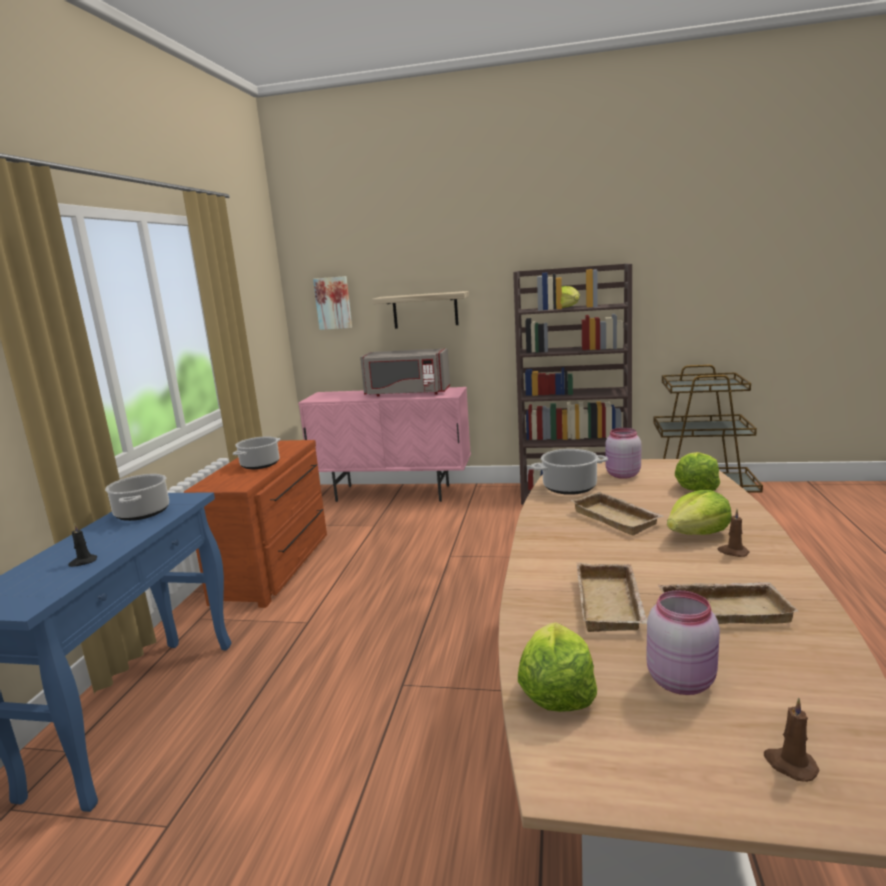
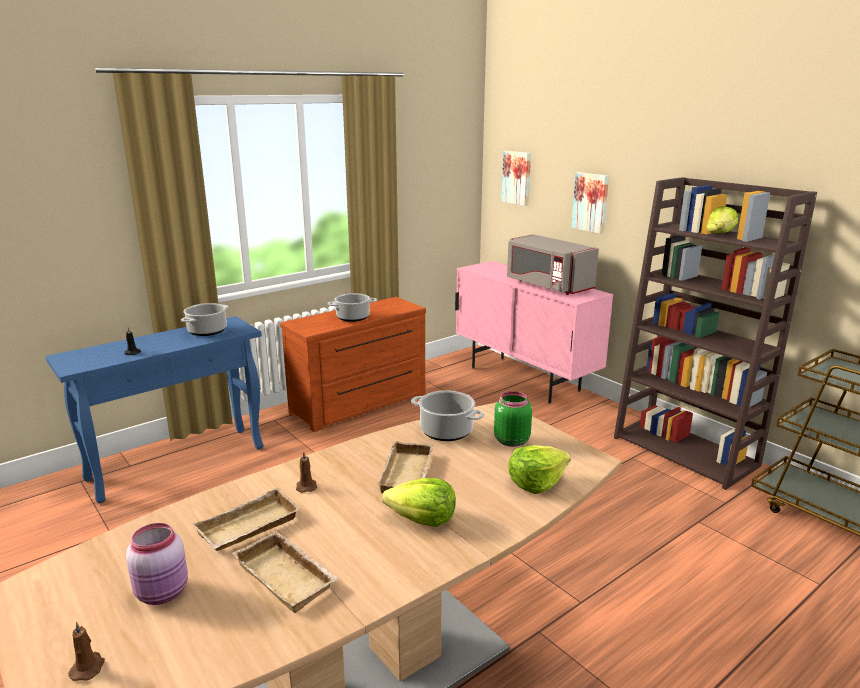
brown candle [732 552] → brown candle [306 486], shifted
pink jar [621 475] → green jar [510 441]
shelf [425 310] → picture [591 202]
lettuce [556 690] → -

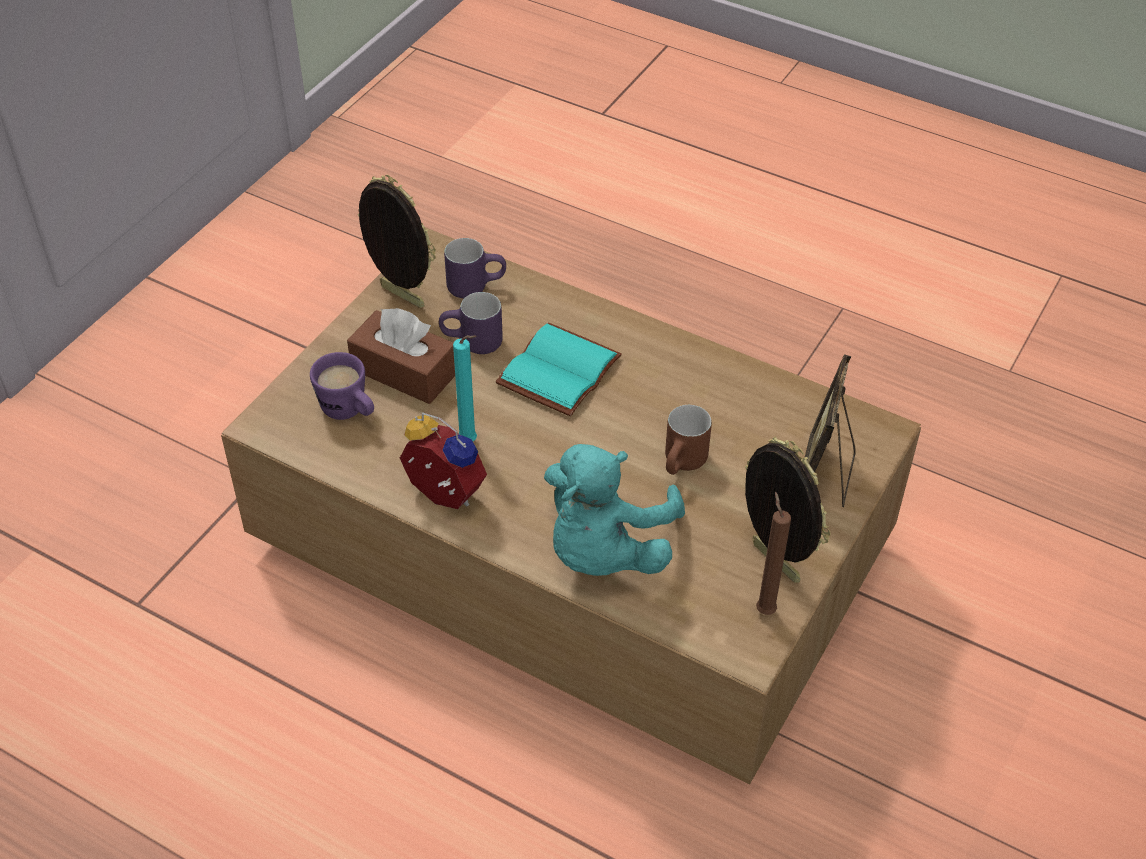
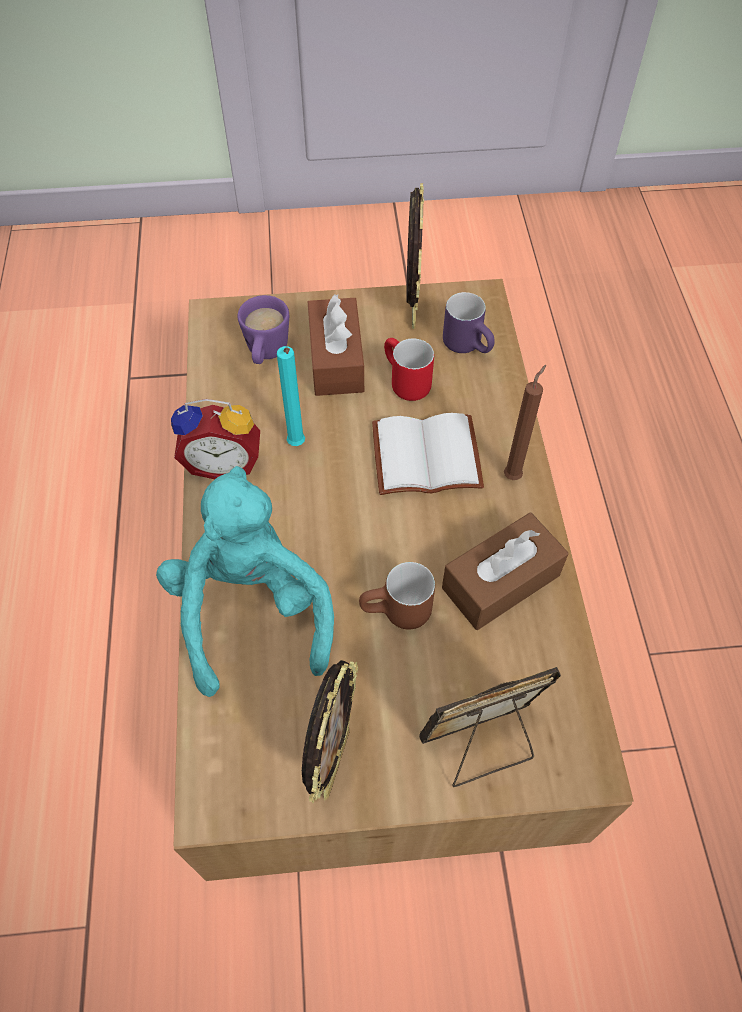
turquoise plush toy [604 549] → turquoise plush toy [251 610], 90 degrees clockwise
alarm clock [441 497] → alarm clock [224 462], 90 degrees clockwise
turquoise book [557 369] → white book [427 454]
purple mug [472 345] → red mug [403 383]
- → brown tissue box [500 581]
brown candle [764 608] → brown candle [514 474], shifted

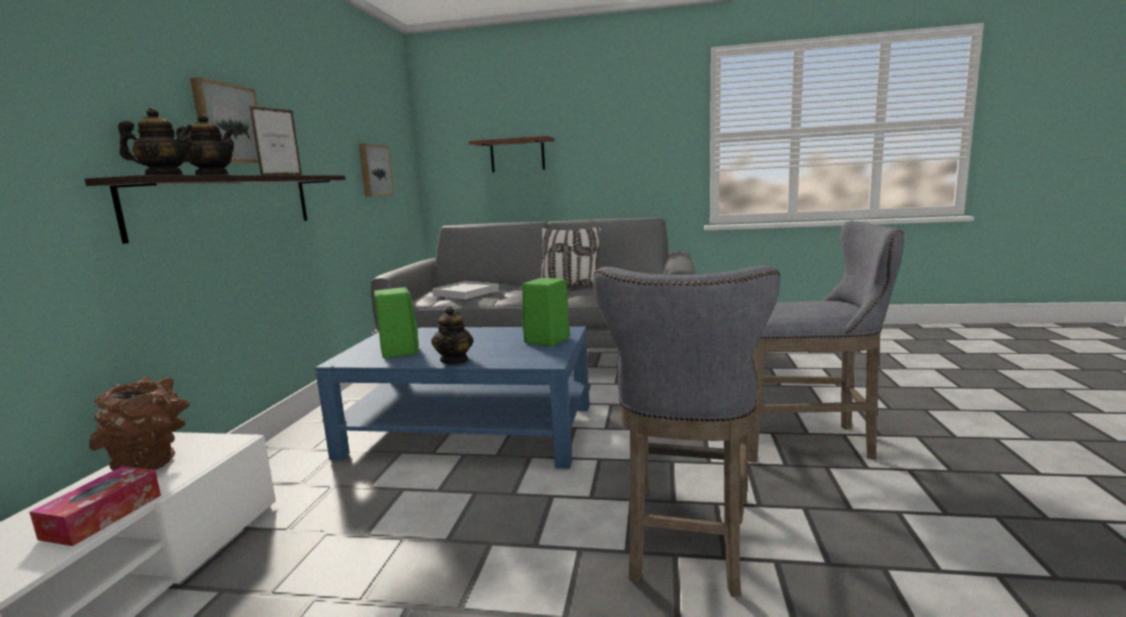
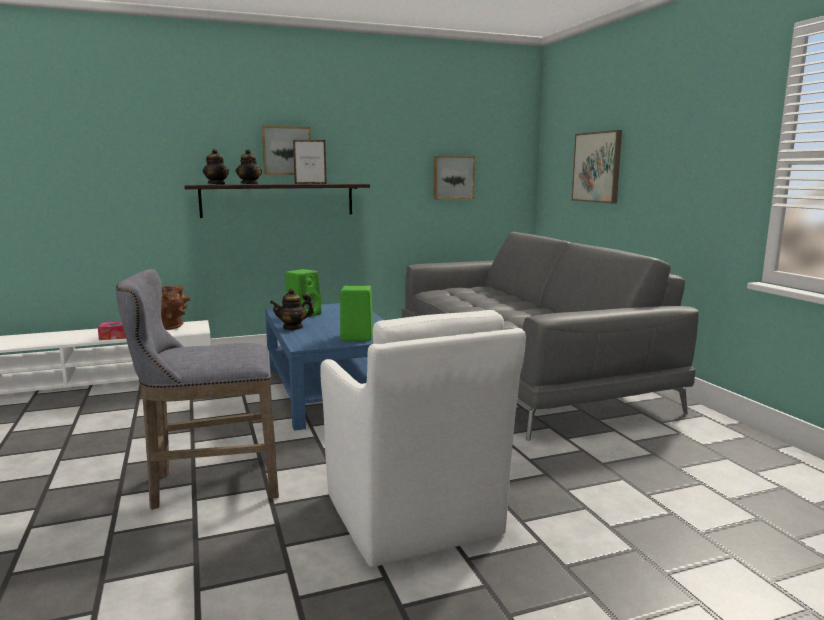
grey stool [808 442] → white armchair [413 517]
brown shelf [517 155] → picture [597 167]
white tray [466 293] → -
pillow [570 287] → -

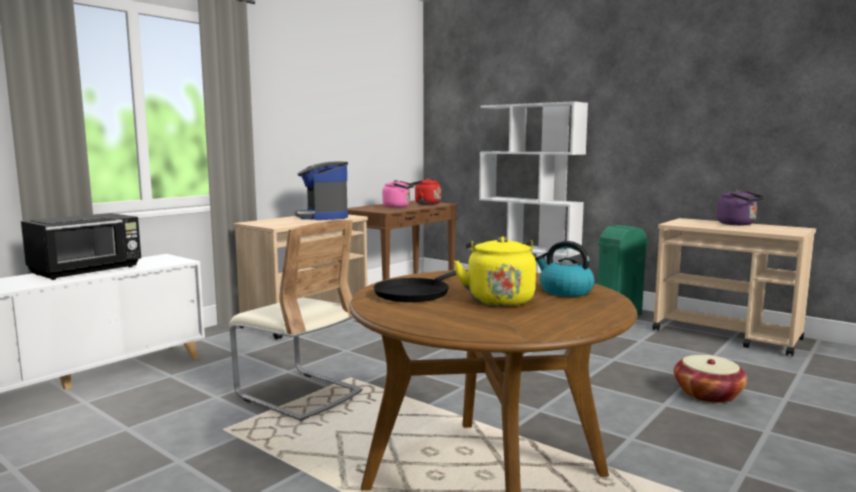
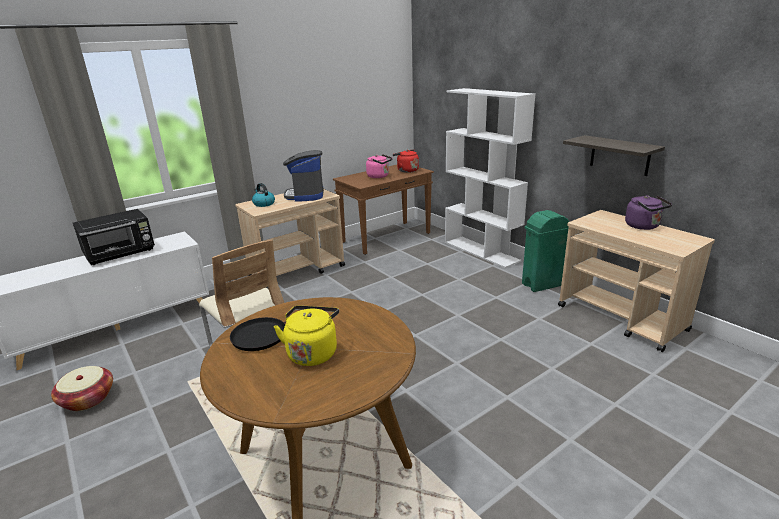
basket [708 394] → basket [88 399], shifted
kettle [564 291] → kettle [263 204], shifted
- → shelf [620 155]

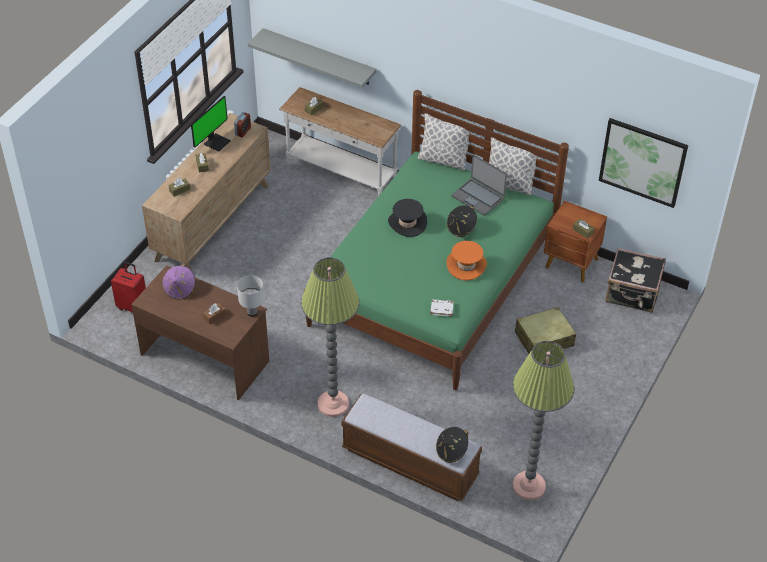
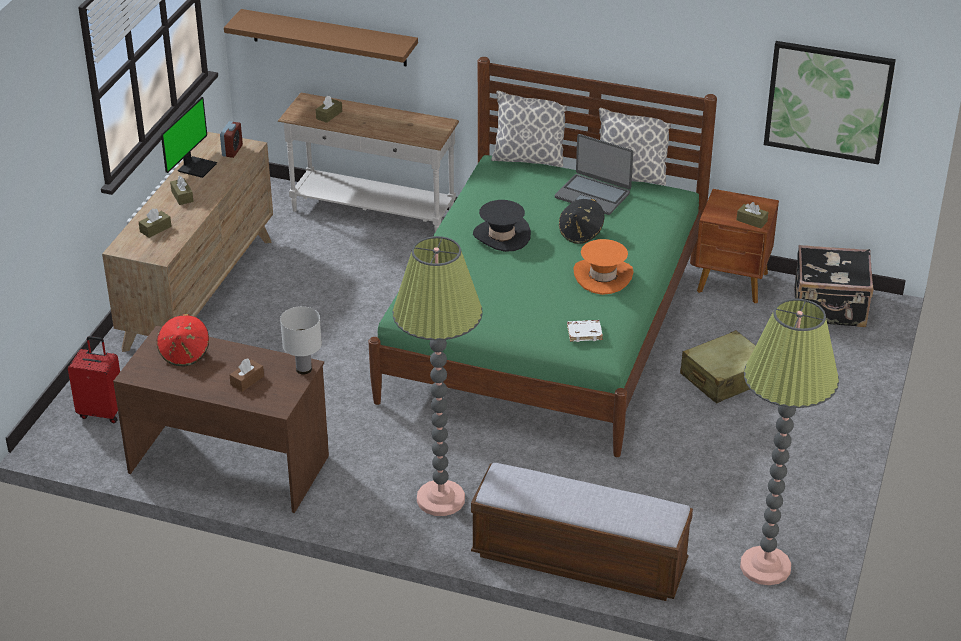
purple hat [180 289] → red hat [185 353]
grey shelf [319 57] → brown shelf [329 38]
black hat [451 451] → -

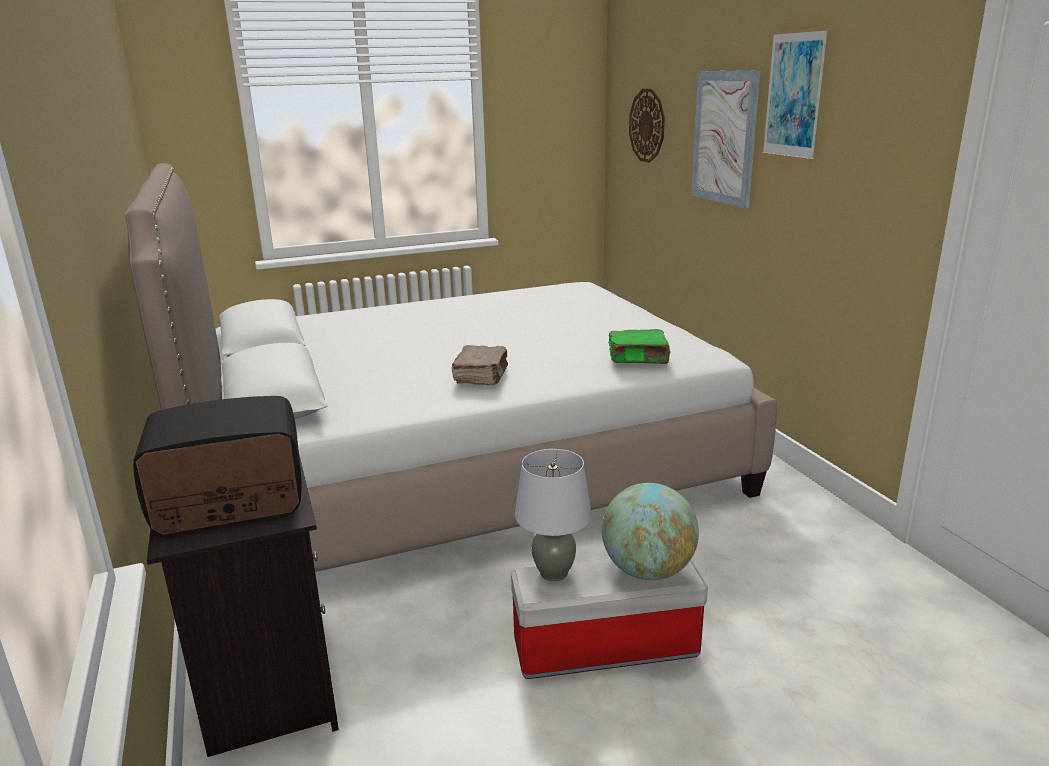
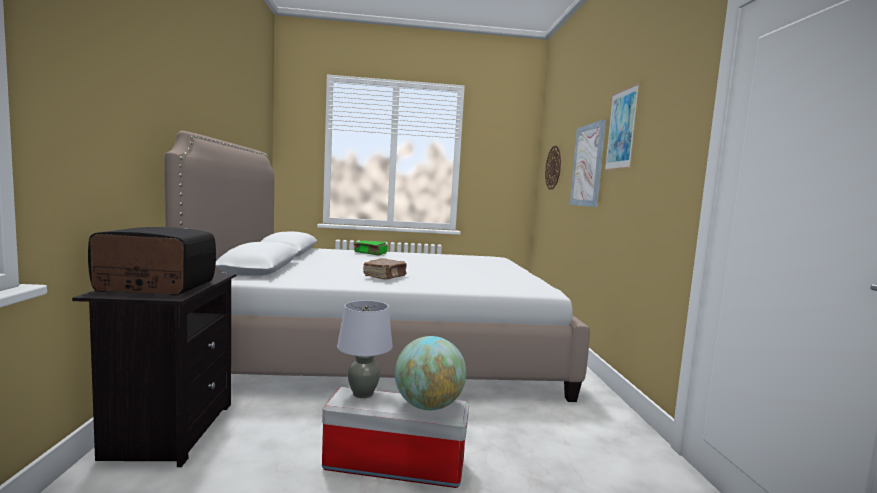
green book [639 358] → green book [371 253], shifted

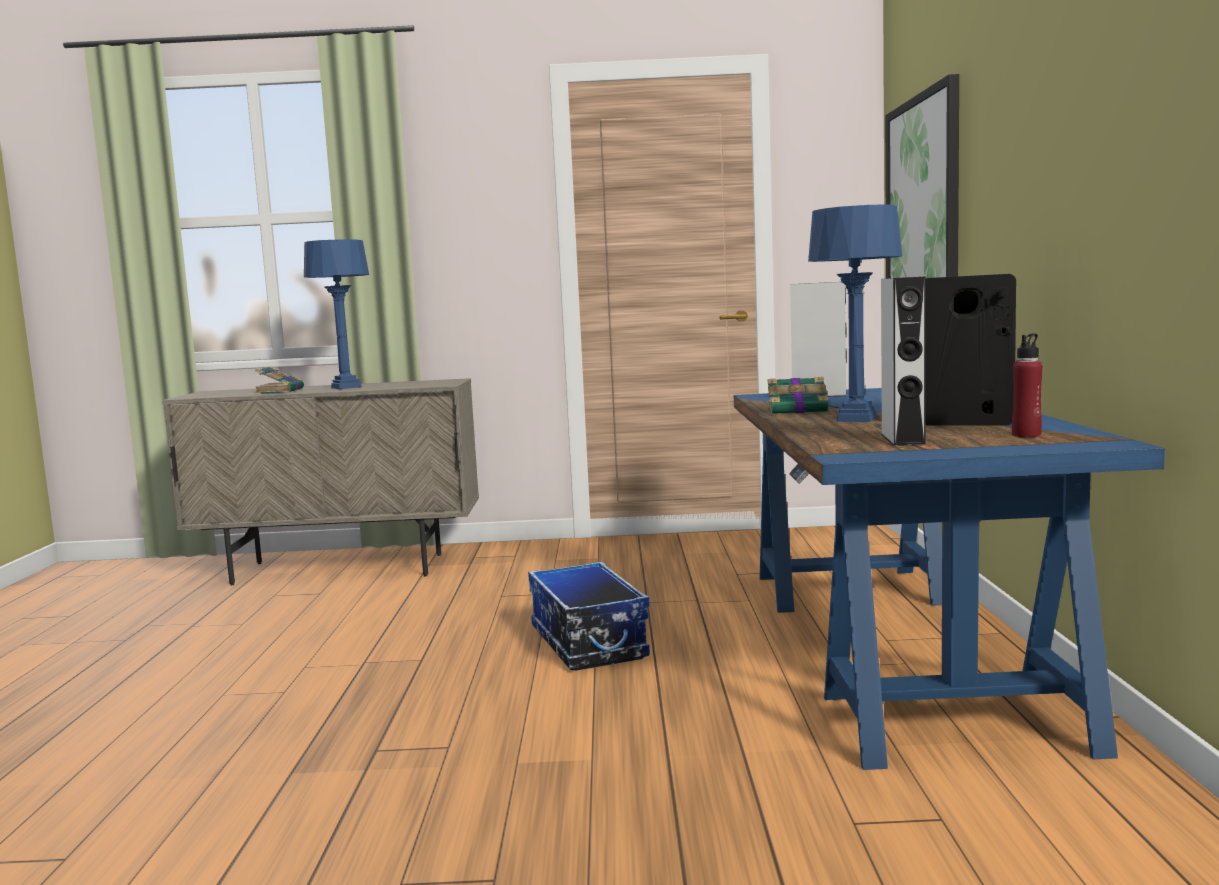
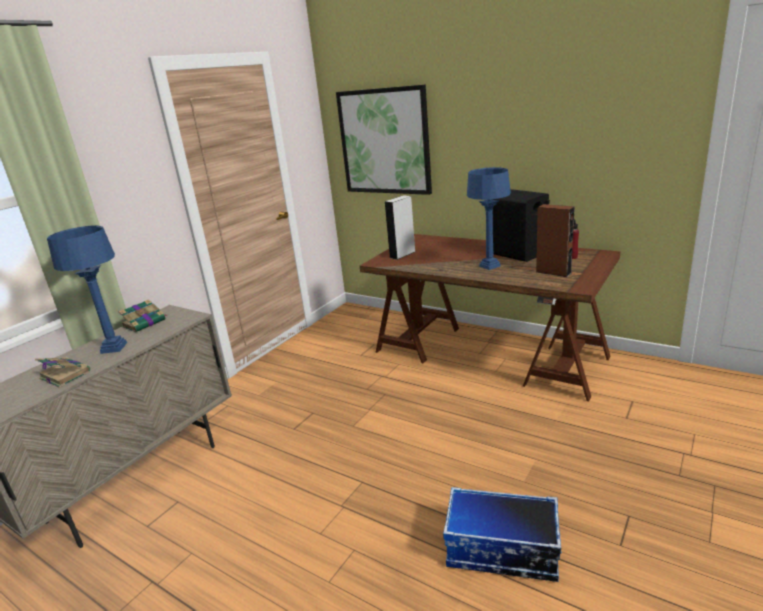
book [799 410] → book [145 323], shifted
blue desk [896 646] → brown desk [488 353]
storage box [586 642] → storage box [501 551], shifted
grey speaker [902 439] → brown speaker [553 272]

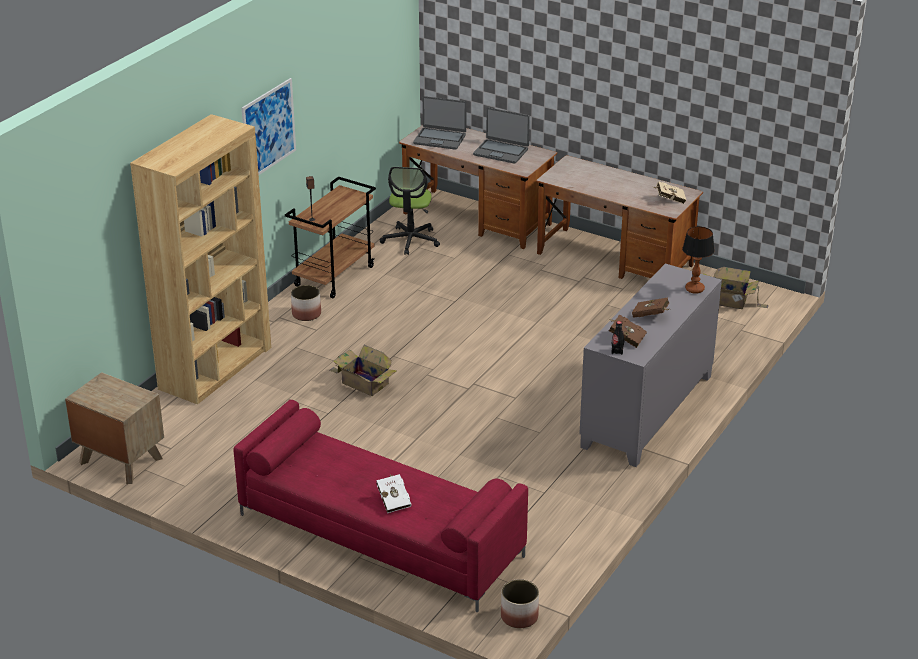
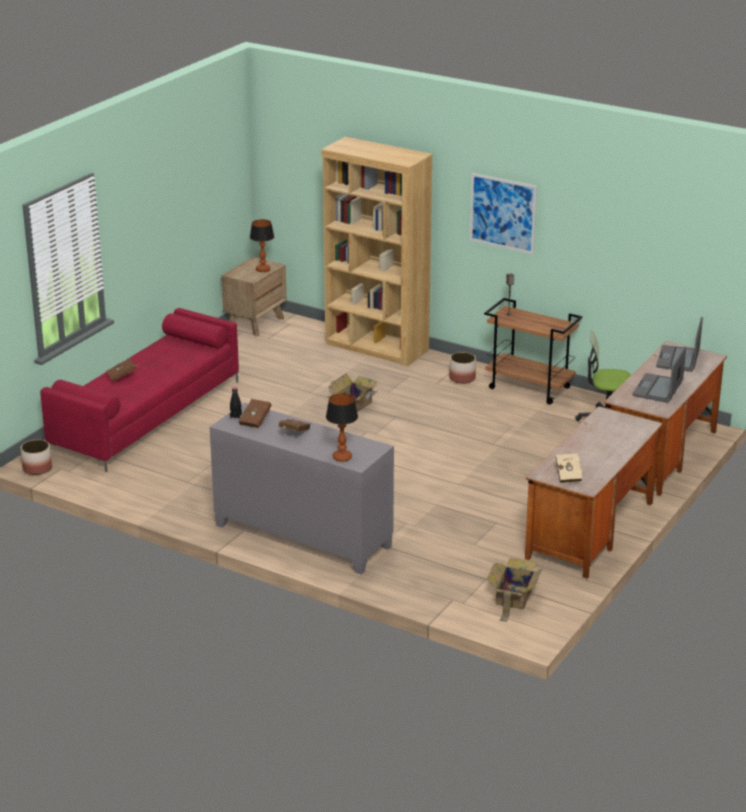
white book [393 500] → brown book [123 377]
- → table lamp [263 269]

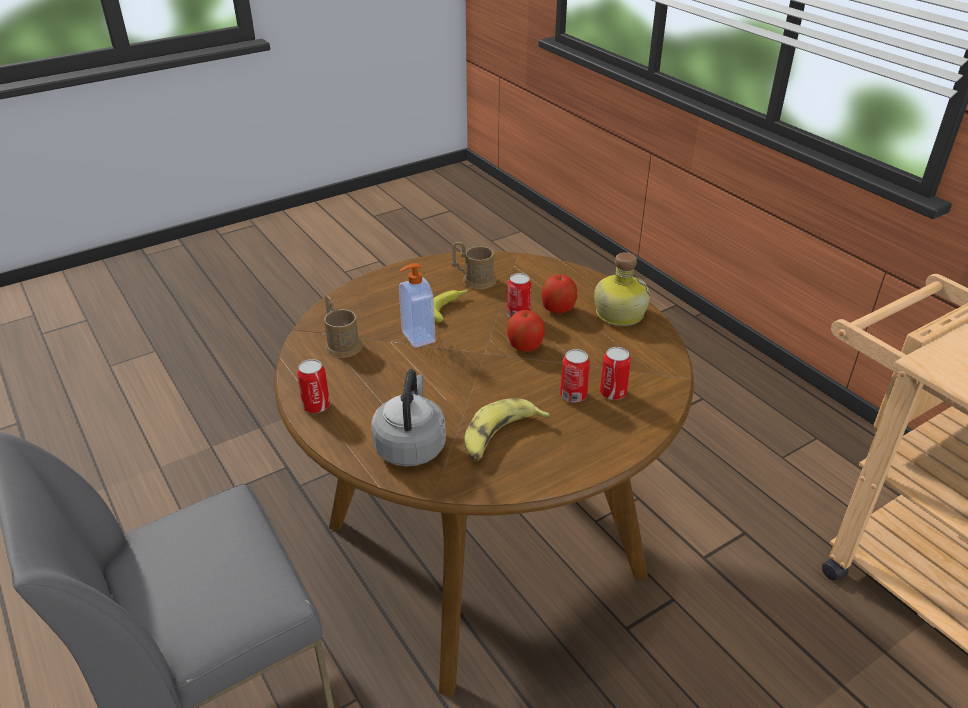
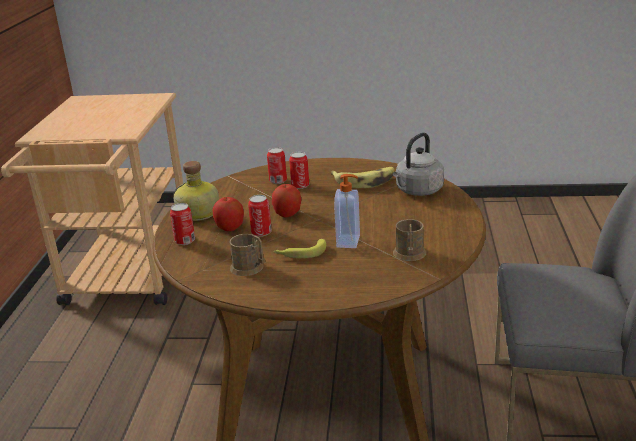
can [316 406] → can [185 241], shifted

